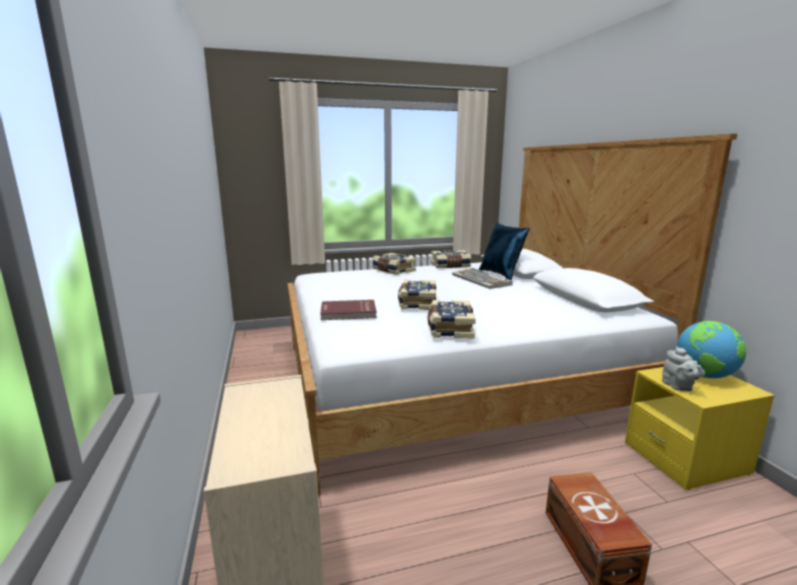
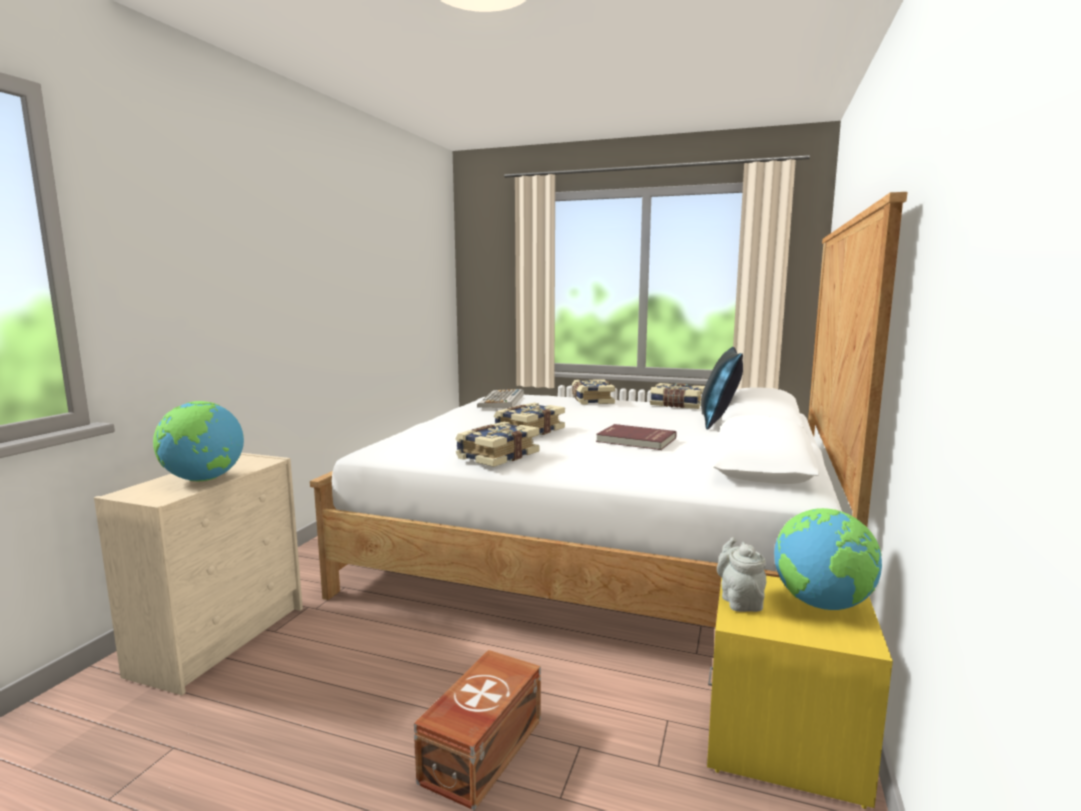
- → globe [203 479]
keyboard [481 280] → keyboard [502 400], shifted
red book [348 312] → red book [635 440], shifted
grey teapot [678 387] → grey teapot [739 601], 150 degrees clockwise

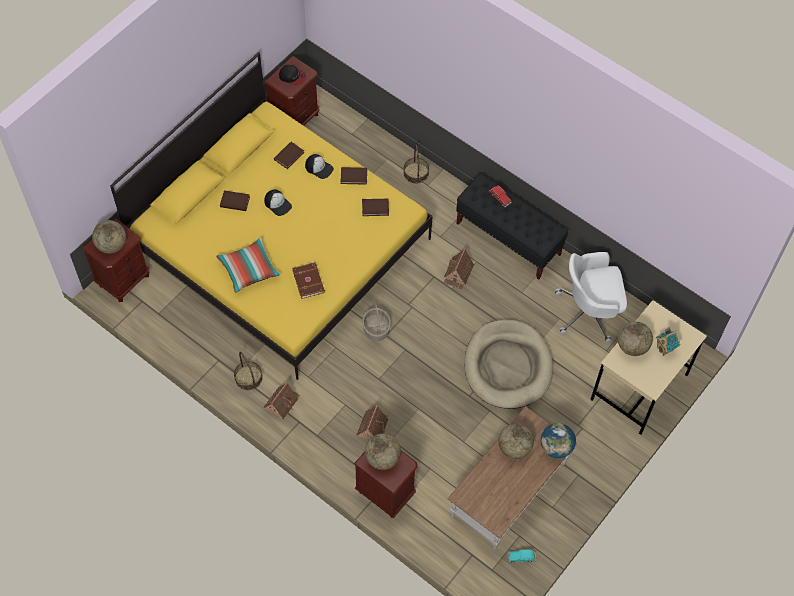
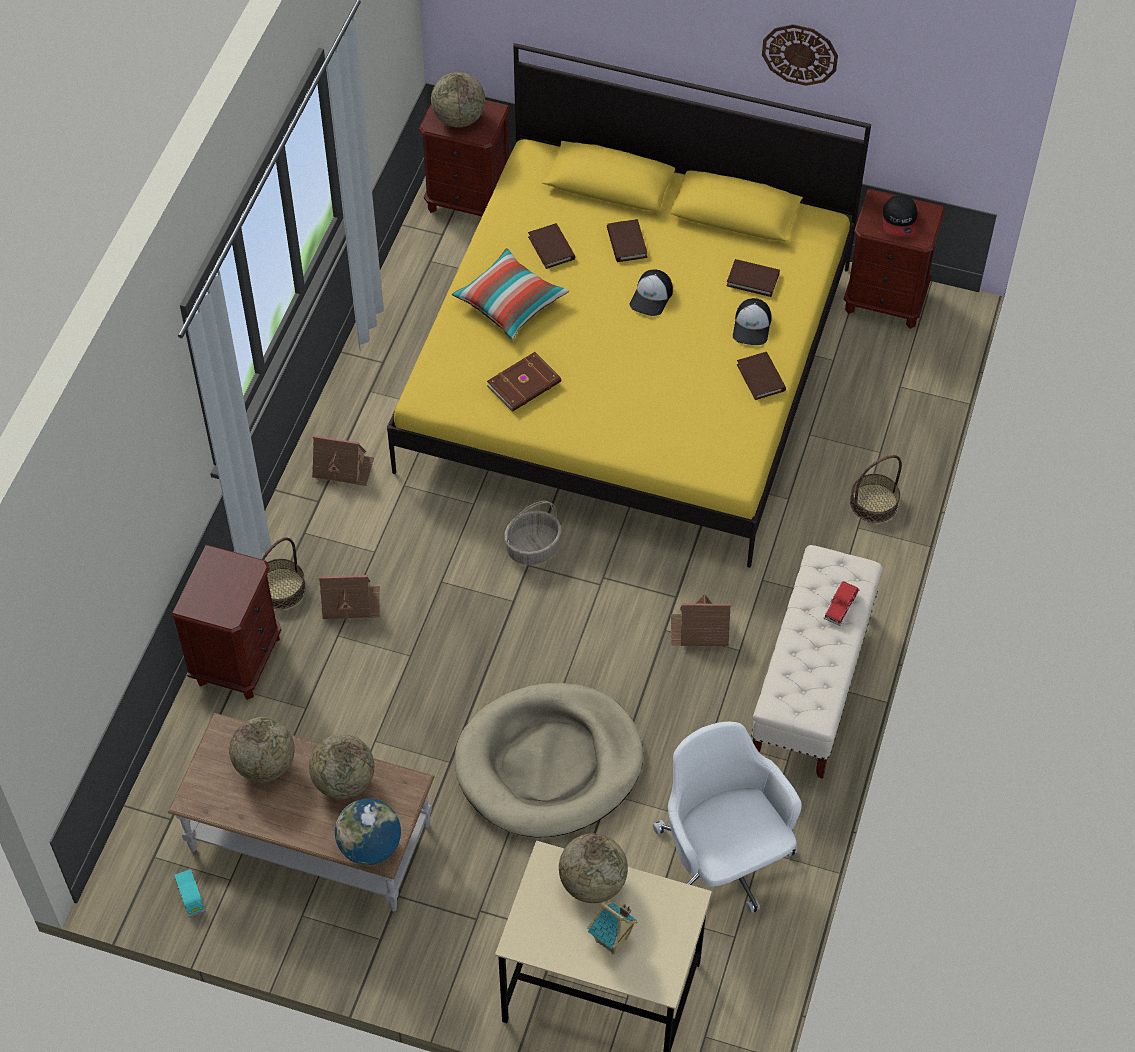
globe [382 458] → globe [265 765], shifted
basket [248 377] → basket [280 588], shifted
brown book [375 208] → brown book [551 248], shifted
black bench [508 239] → beige bench [811 685]
- → wall clock [800 54]

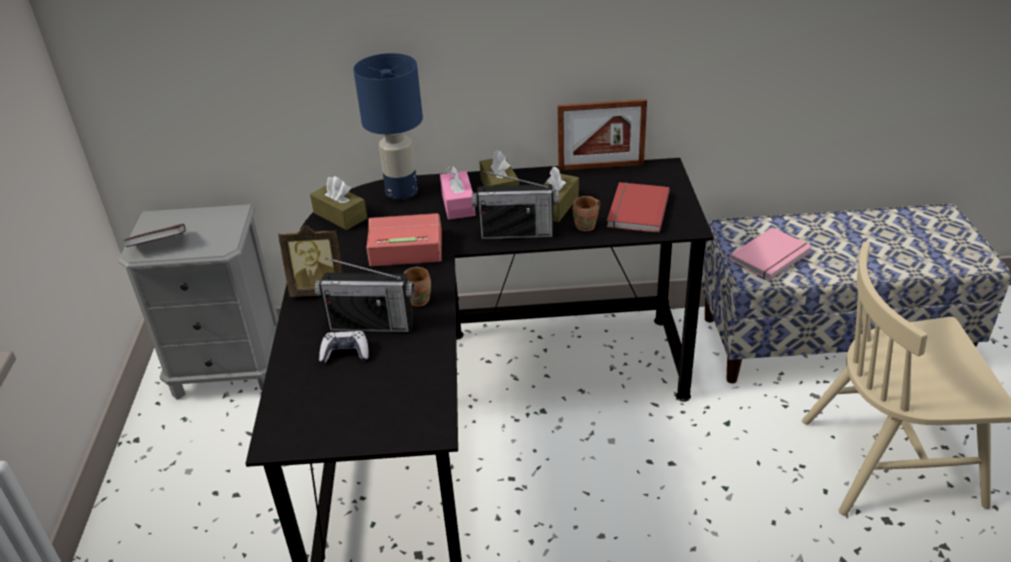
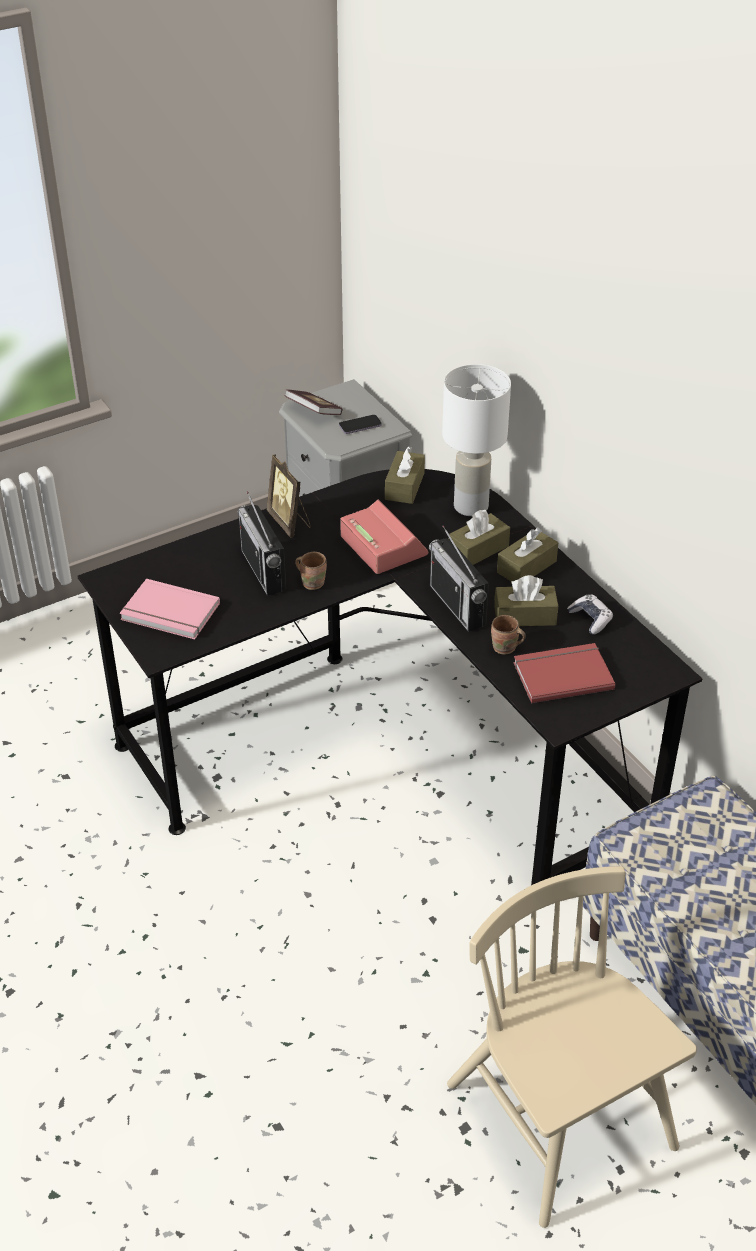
pink book [772 257] → pink book [169 613], shifted
- → phone [360 426]
blue table lamp [401 193] → white table lamp [470 507]
pink tissue box [458 204] → brown tissue box [478 550]
game controller [345 353] → game controller [590 619], shifted
picture frame [601 166] → -

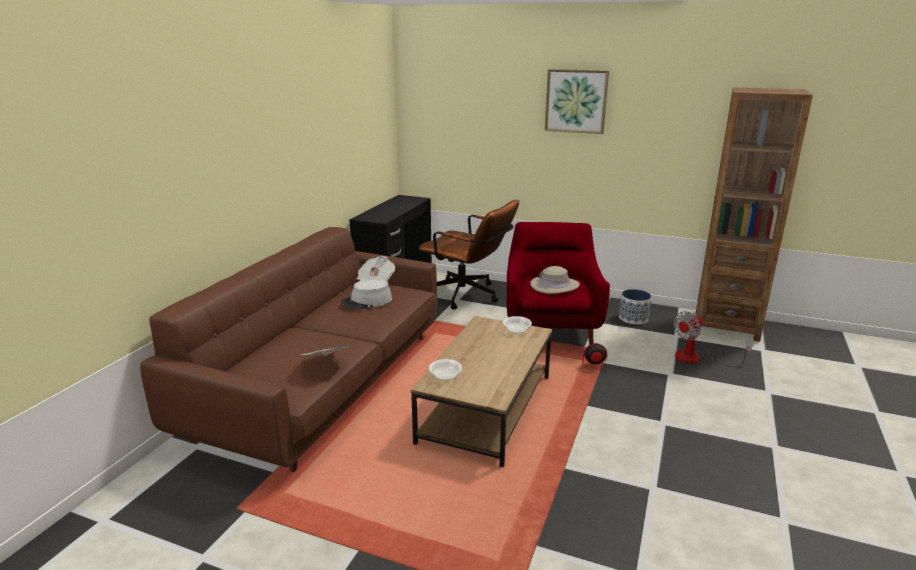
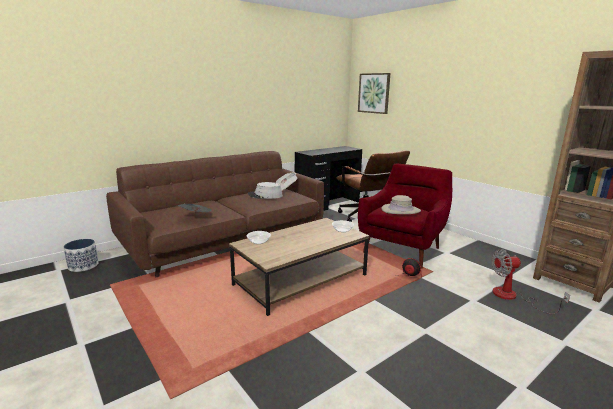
planter [633 318] → planter [83 266], shifted
picture [576 101] → picture [374 93], shifted

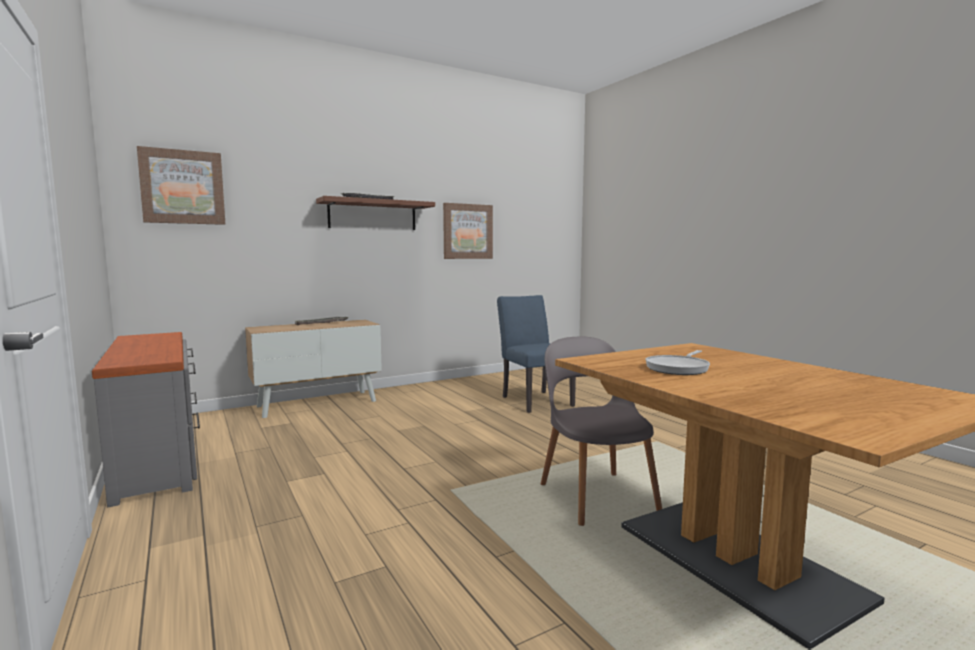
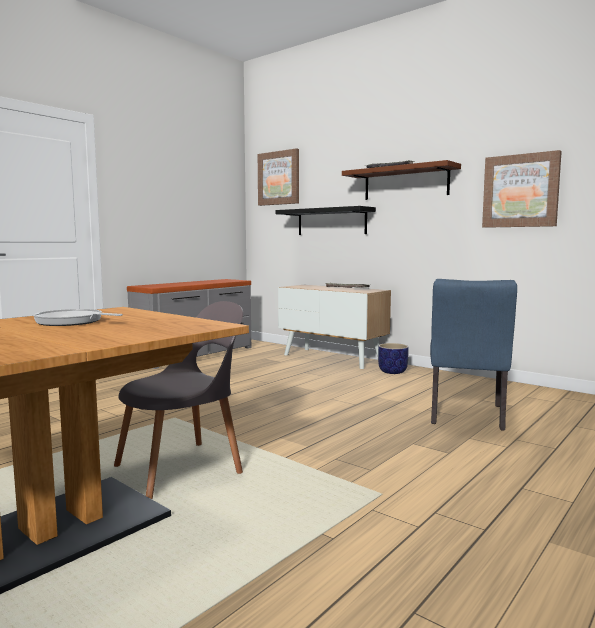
- → black shelf [331 222]
- → planter [393 372]
blue chair [534 400] → blue chair [466 417], 150 degrees clockwise

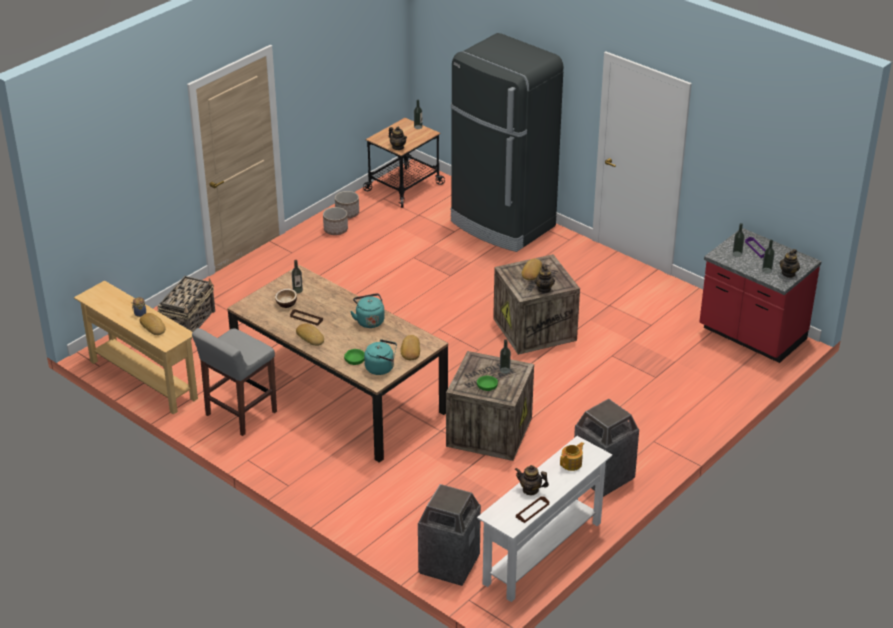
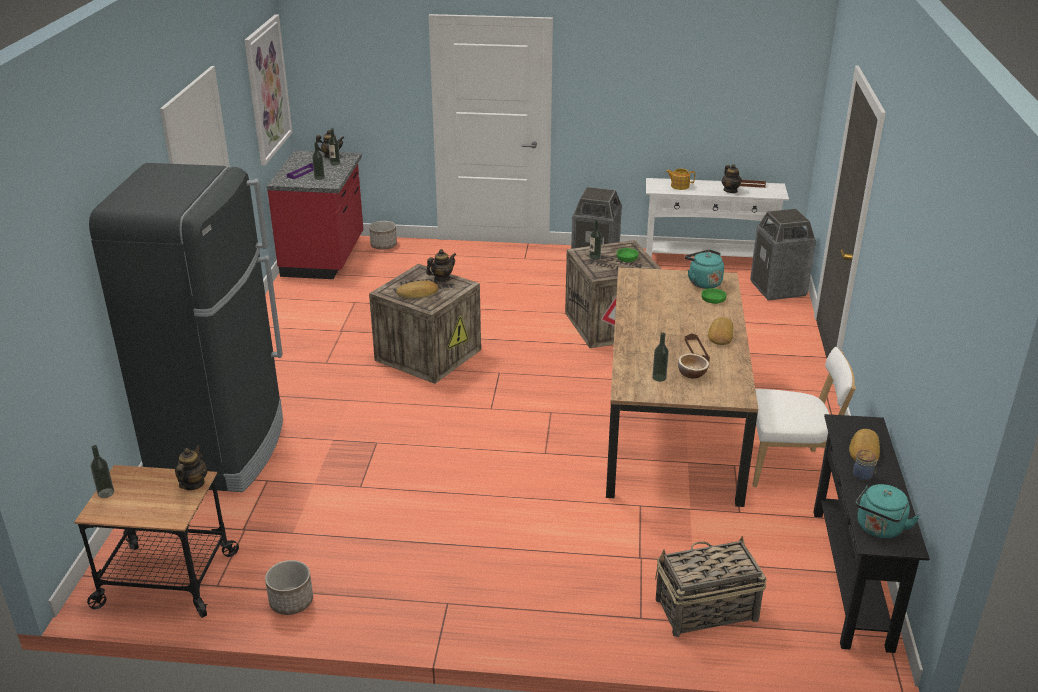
- → picture [267 89]
planter [336 230] → planter [383 245], shifted
grey stool [240 414] → white chair [789 468]
beige console table [142 380] → black console table [852 577]
turquoise kettle [369 321] → turquoise kettle [879 529], shifted
bread [410 350] → -

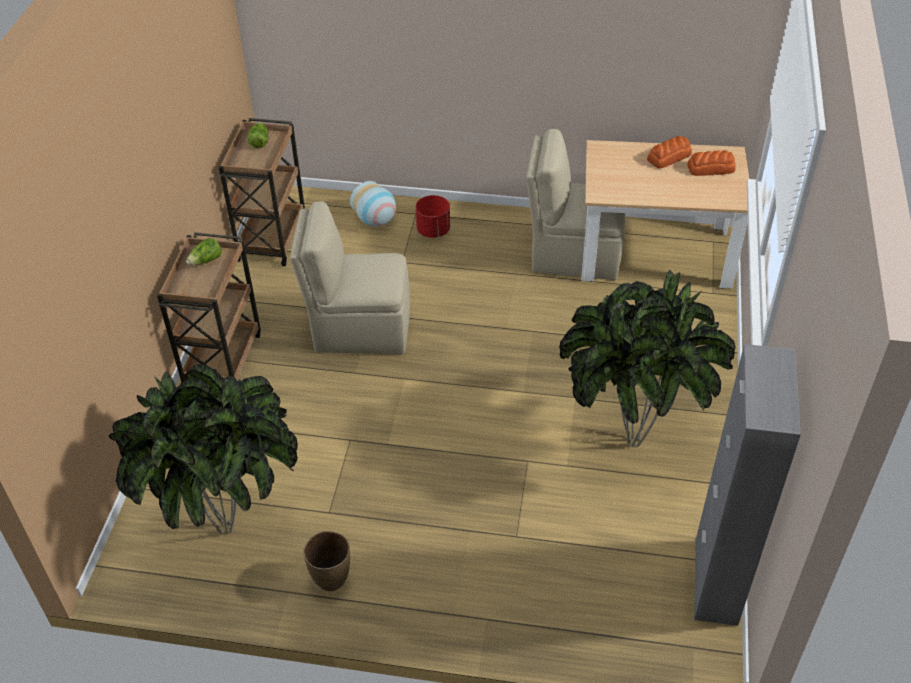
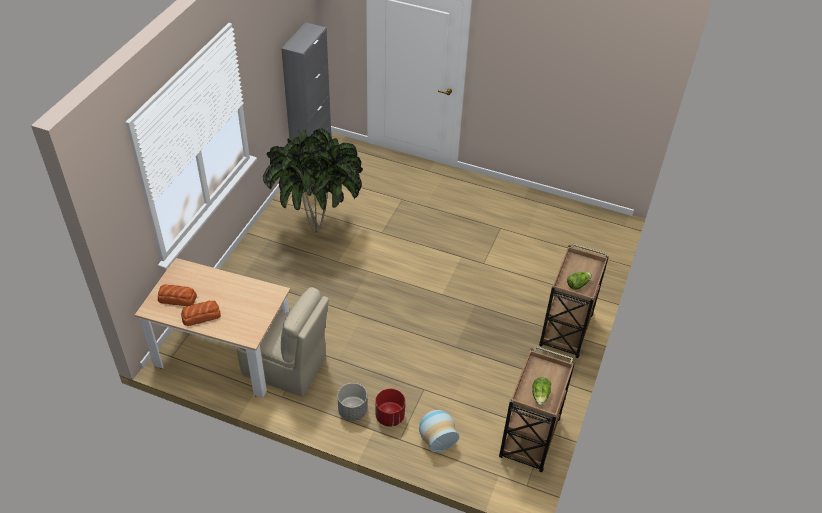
- → grey planter [352 411]
potted plant [228 531] → -
beige chair [359 328] → -
brown vase [331 579] → -

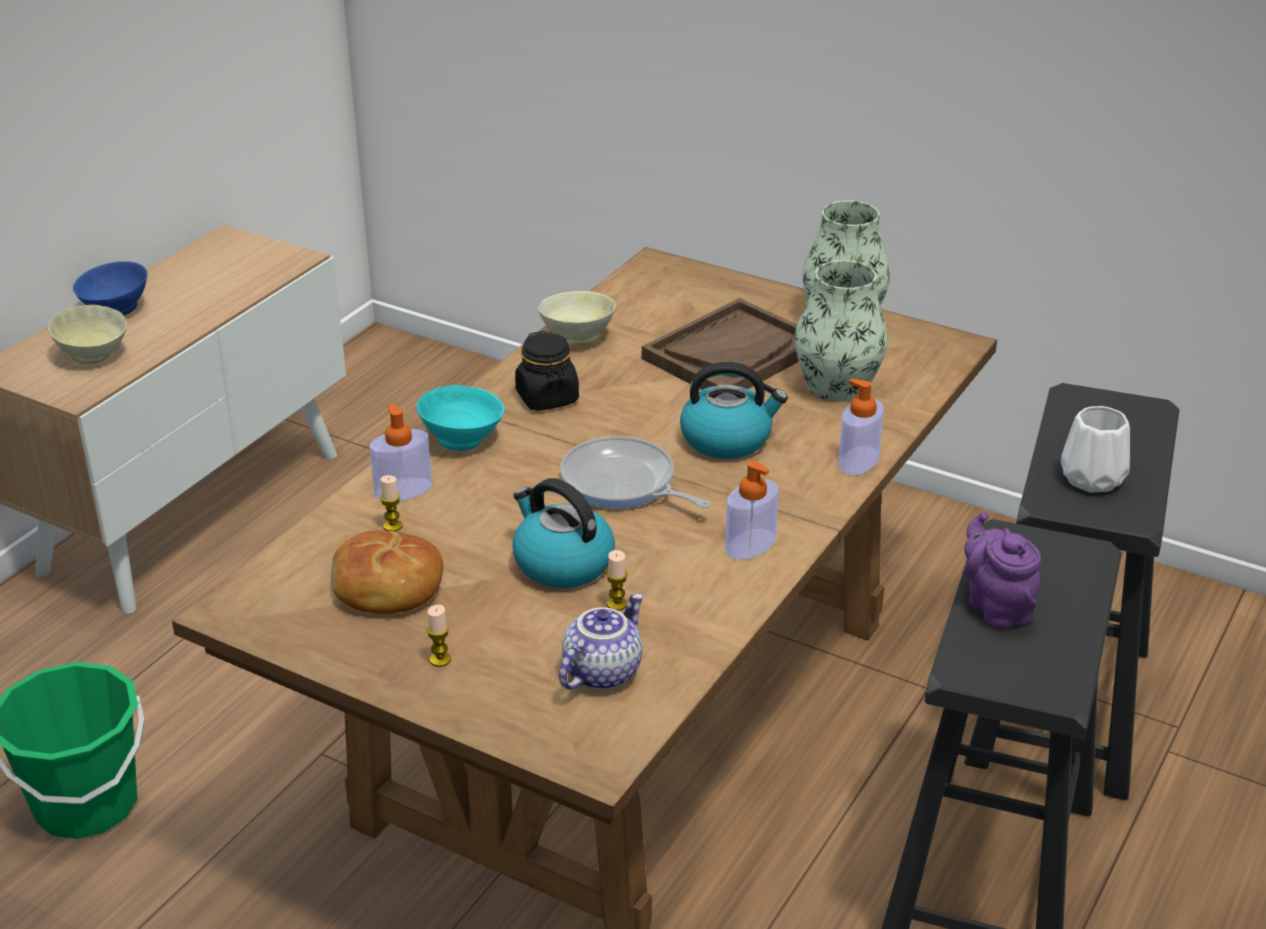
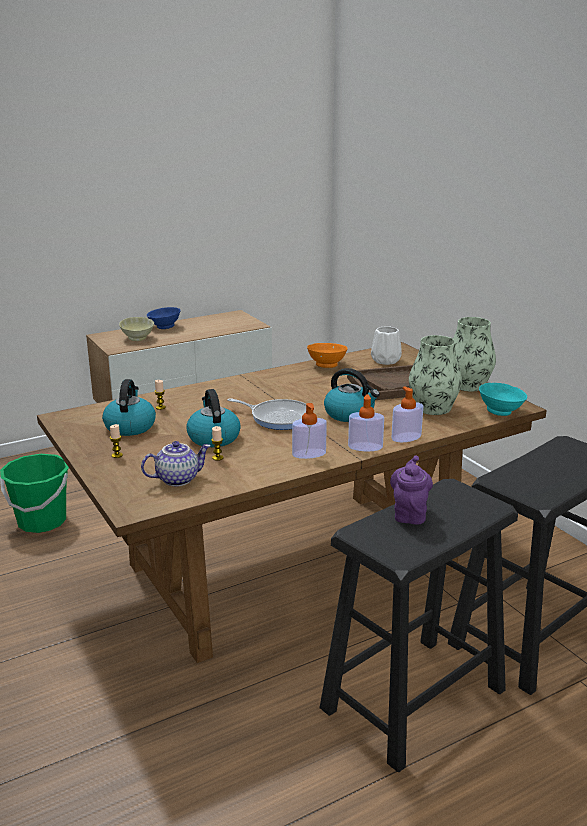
bread [387 588] → kettle [130 426]
frying pan [622 483] → frying pan [278 418], 135 degrees clockwise
beige bowl [578 337] → orange bowl [327 365]
soap dispenser [403 490] → soap dispenser [365 447], shifted
white vase [1090 478] → white vase [385 360], shifted
turquoise bowl [463 440] → turquoise bowl [501 412], shifted
black jar [547 398] → -

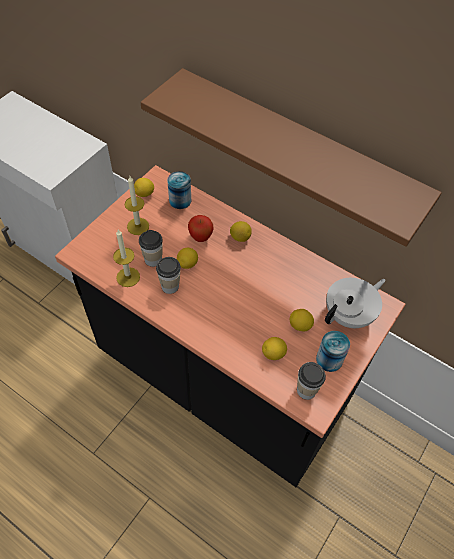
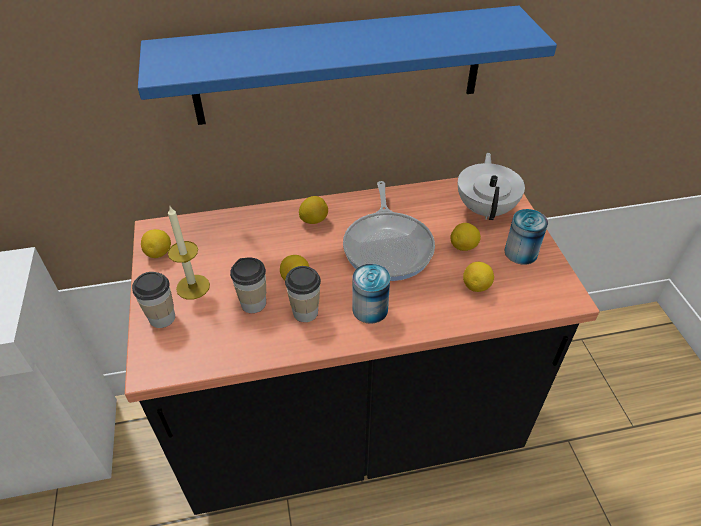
cup [306 390] → cup [162 317], shifted
brown shelf [296 152] → blue shelf [339 66]
- → frying pan [388 246]
can [180 200] → can [370 309], shifted
candle [128 277] → -
apple [200 237] → -

